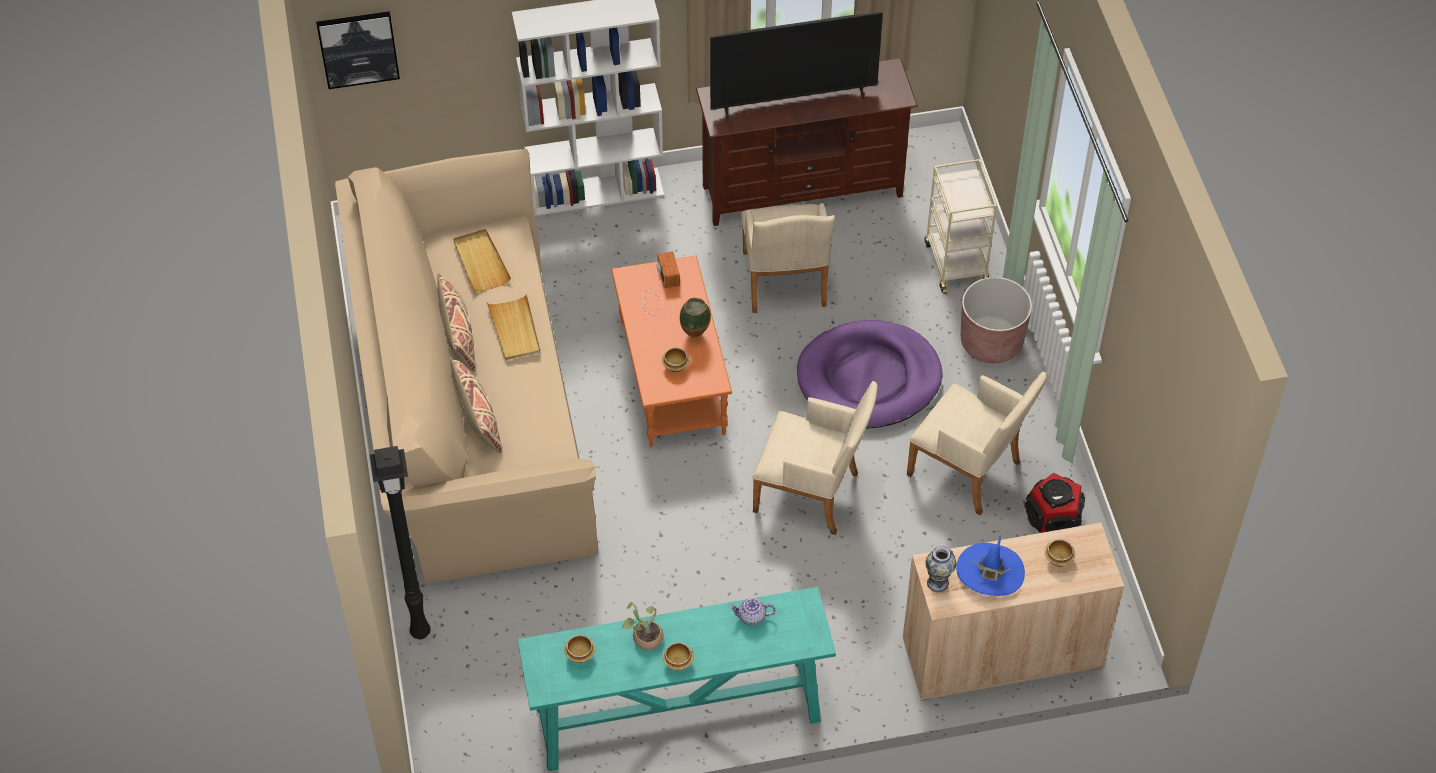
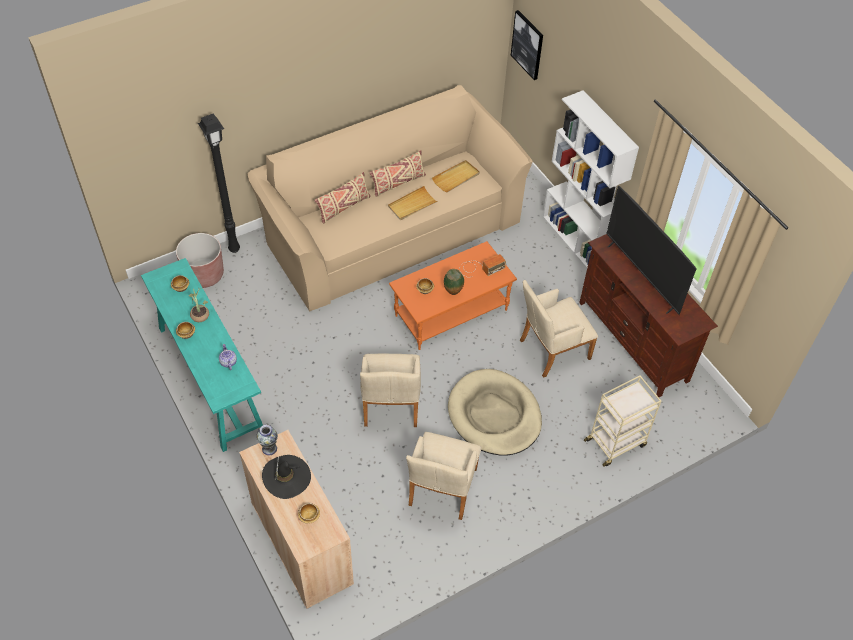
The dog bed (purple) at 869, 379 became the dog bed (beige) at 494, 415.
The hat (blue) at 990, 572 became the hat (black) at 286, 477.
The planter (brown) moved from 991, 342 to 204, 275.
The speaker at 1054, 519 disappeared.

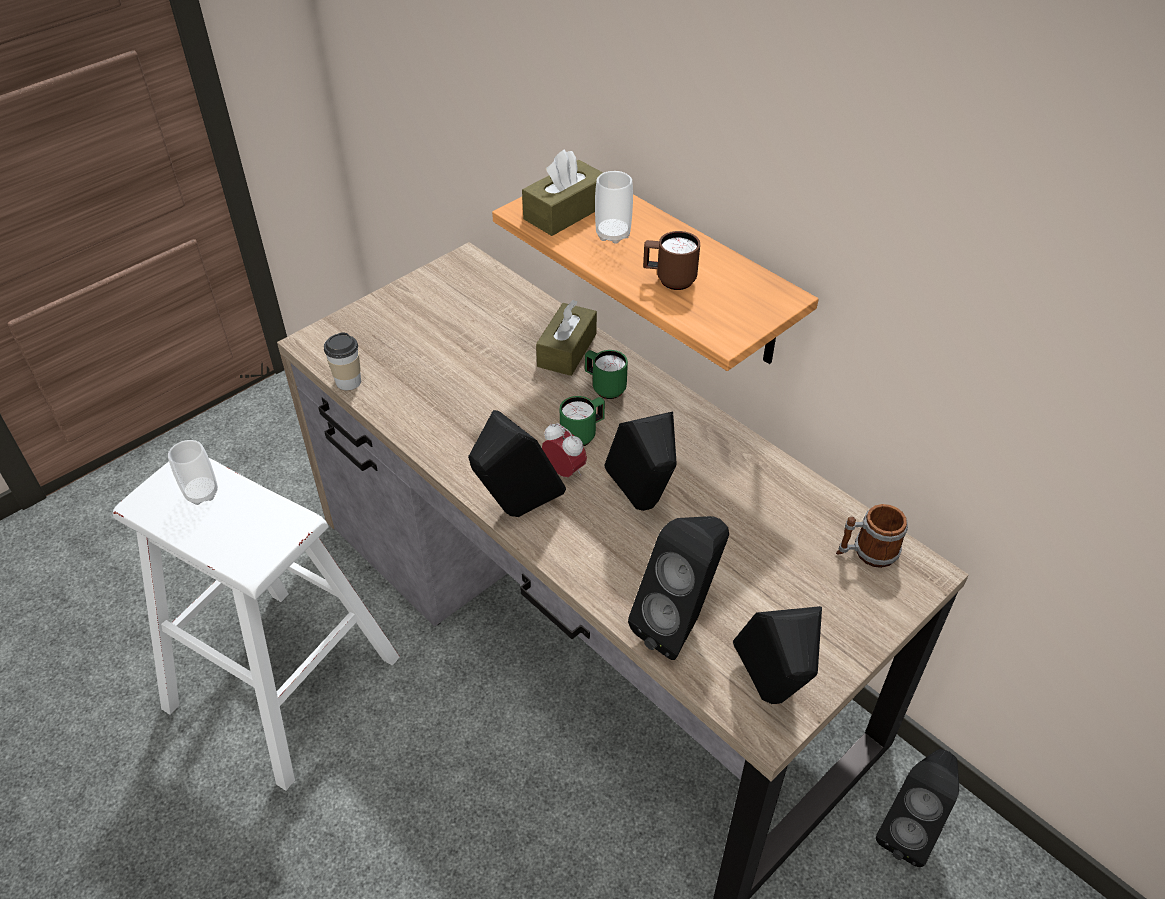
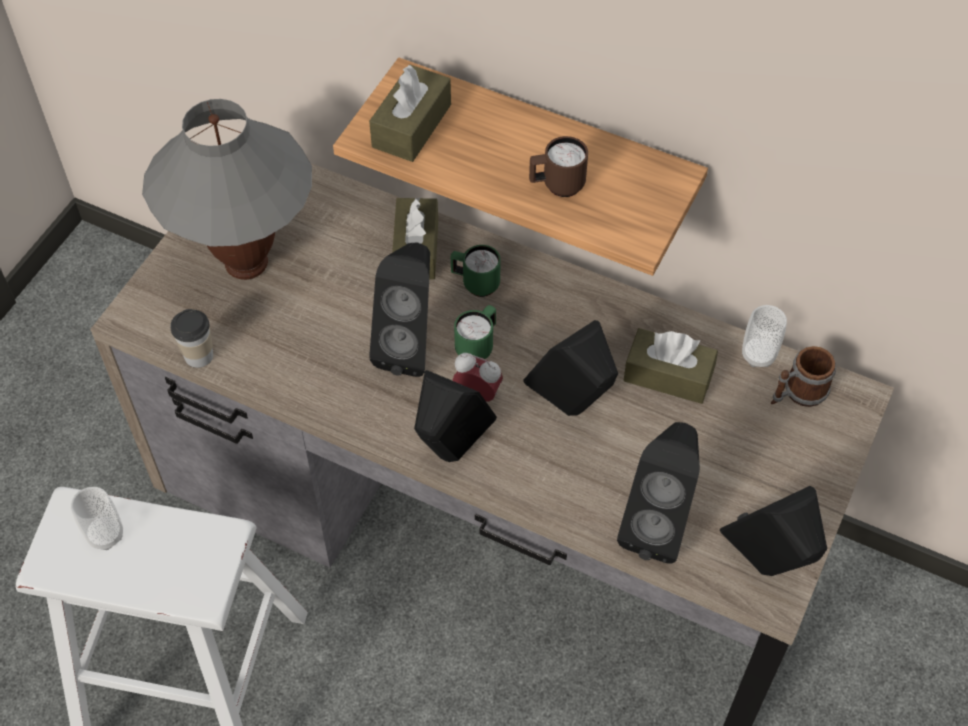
The cup moved from 613, 234 to 758, 355.
The speaker (black) moved from 909, 829 to 410, 345.
The table lamp (grey) at 247, 264 appeared.
The tissue box (brown) at 668, 375 appeared.

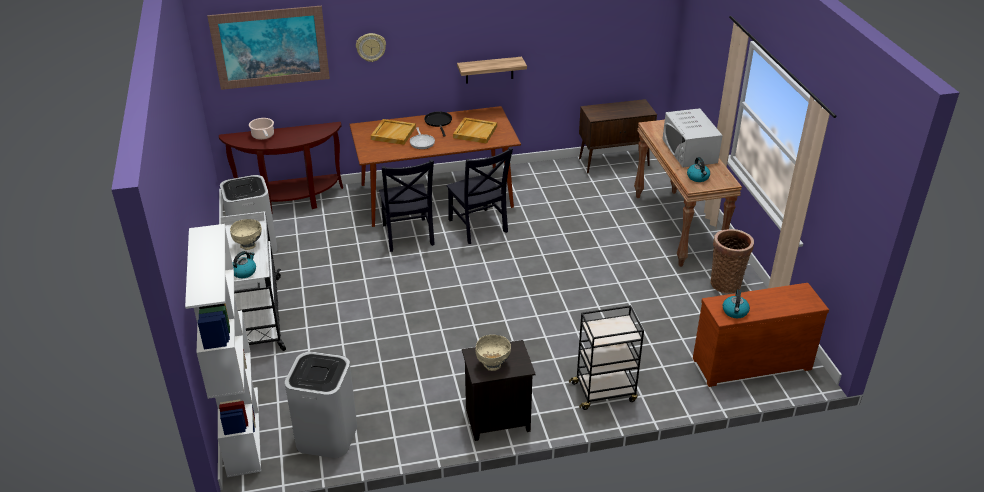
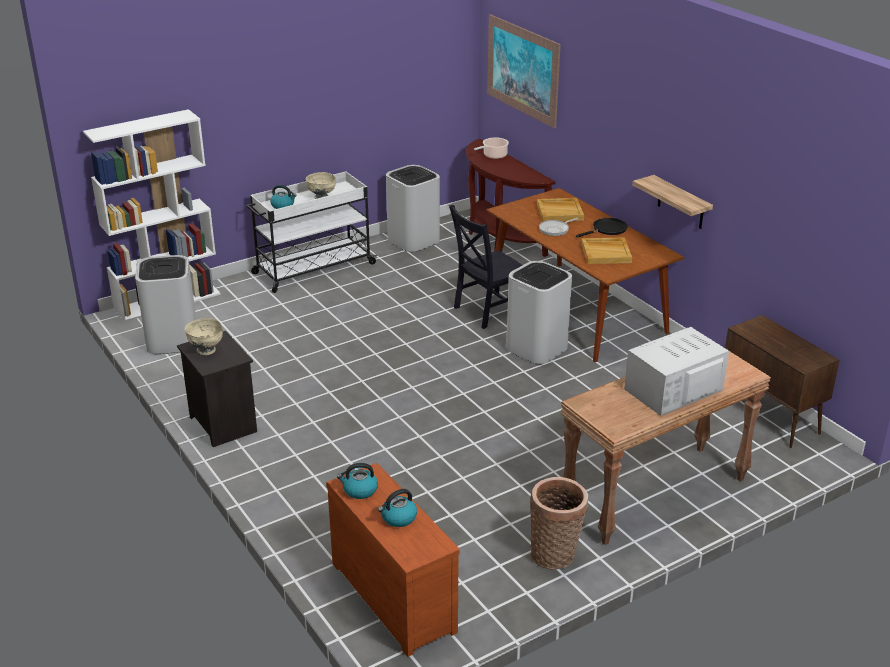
The wall clock at 371, 47 disappeared.
The chair (black) at 478, 227 was replaced by the trash can (white) at 536, 348.
The cart (black) at 604, 392 disappeared.
The kettle moved from 698, 177 to 398, 518.

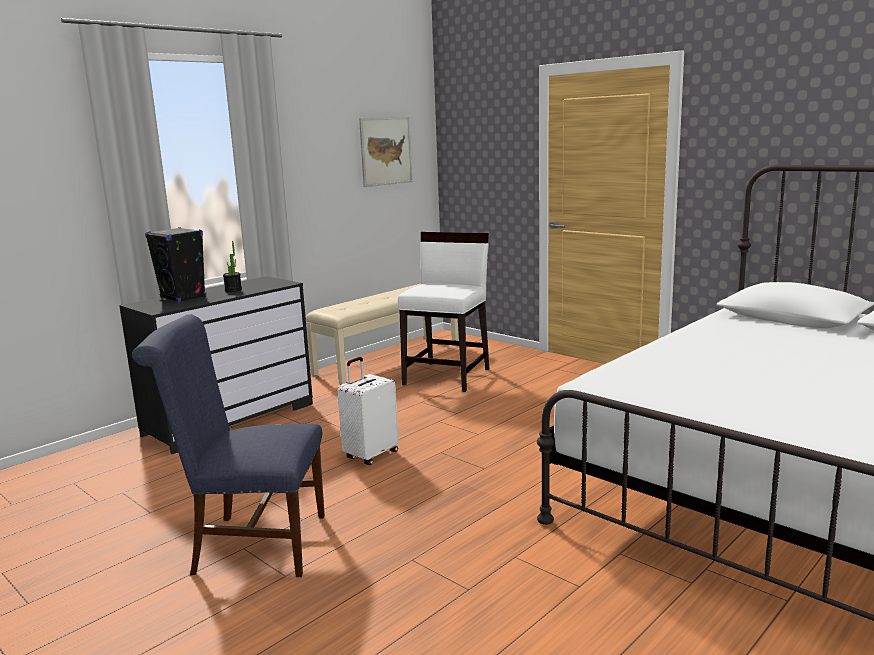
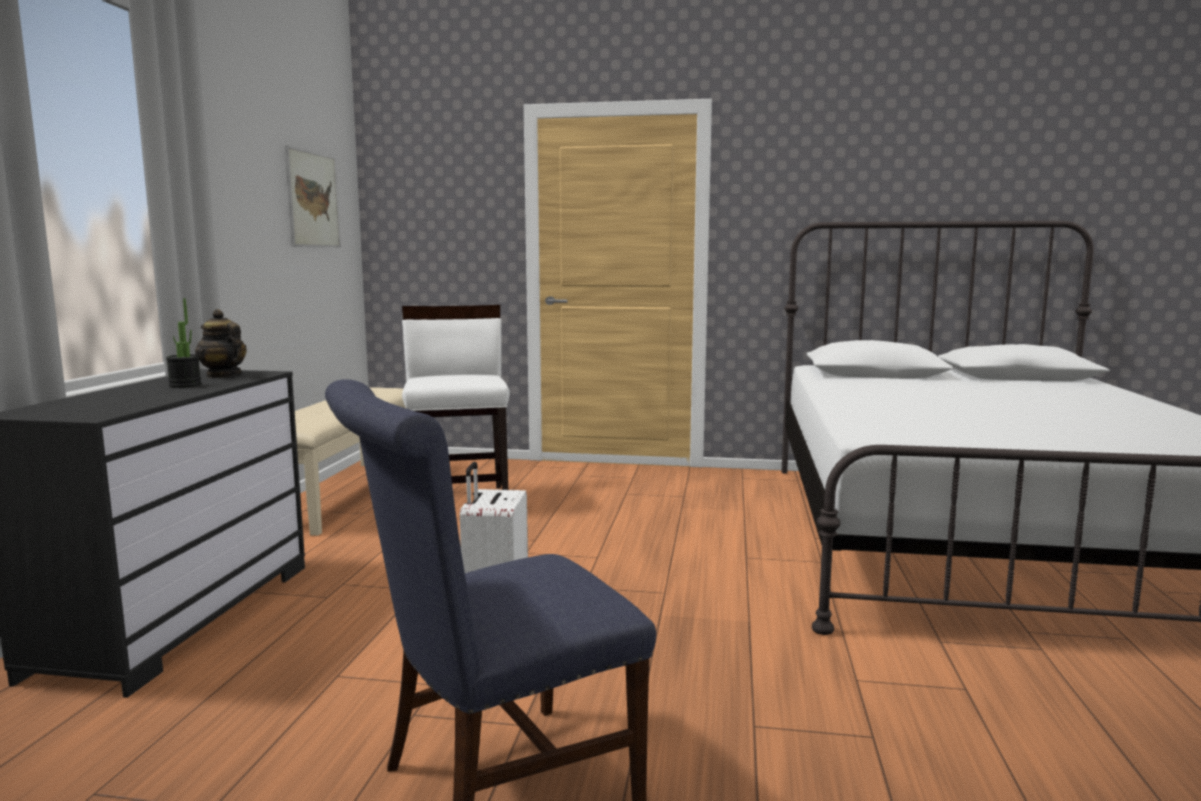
The speaker (black) at 183, 298 disappeared.
The teapot at 223, 375 appeared.

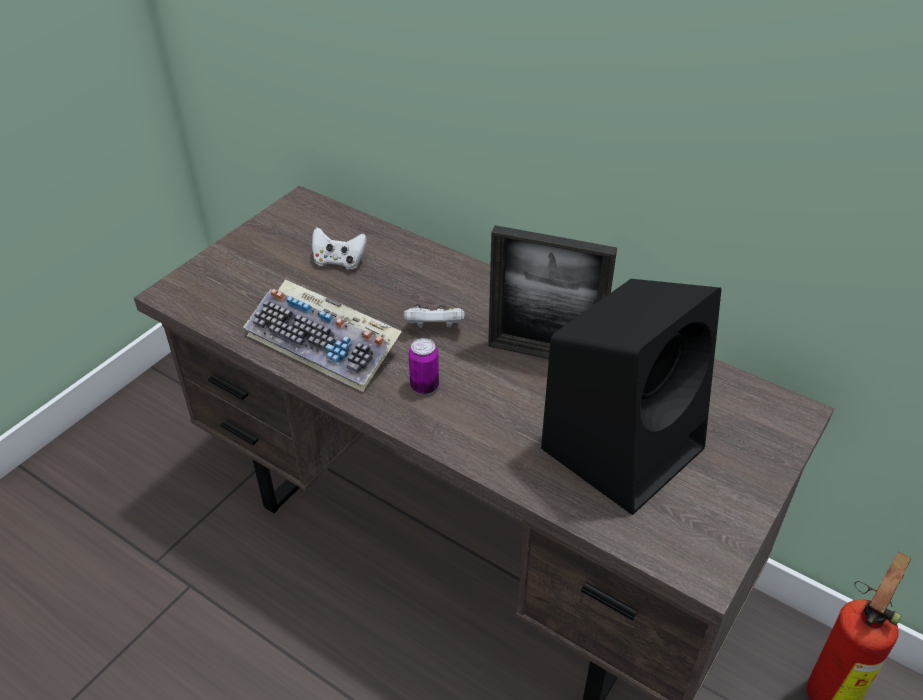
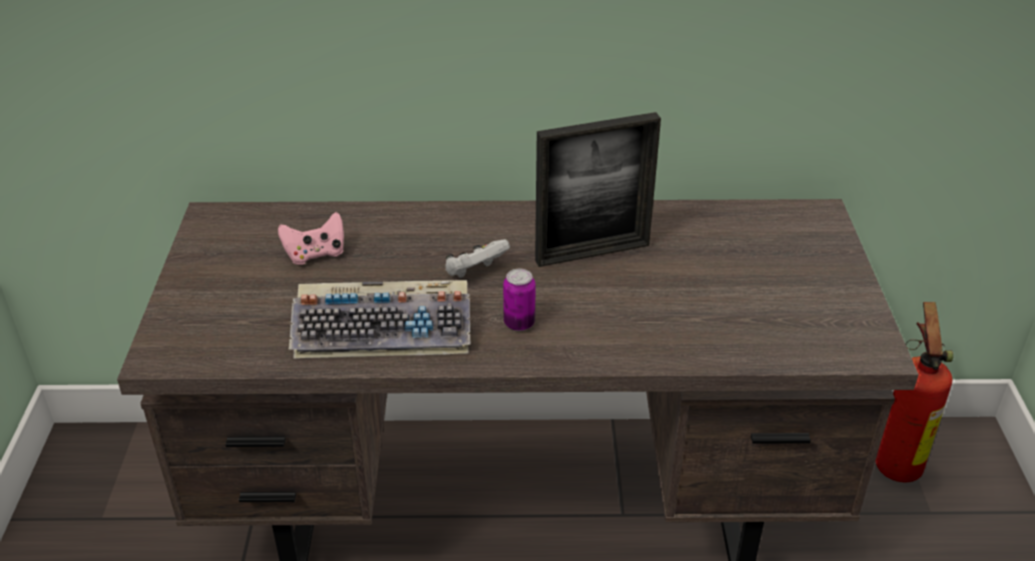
The game controller (white) at 339, 261 became the game controller (pink) at 315, 254.
The speaker (black) at 624, 445 disappeared.

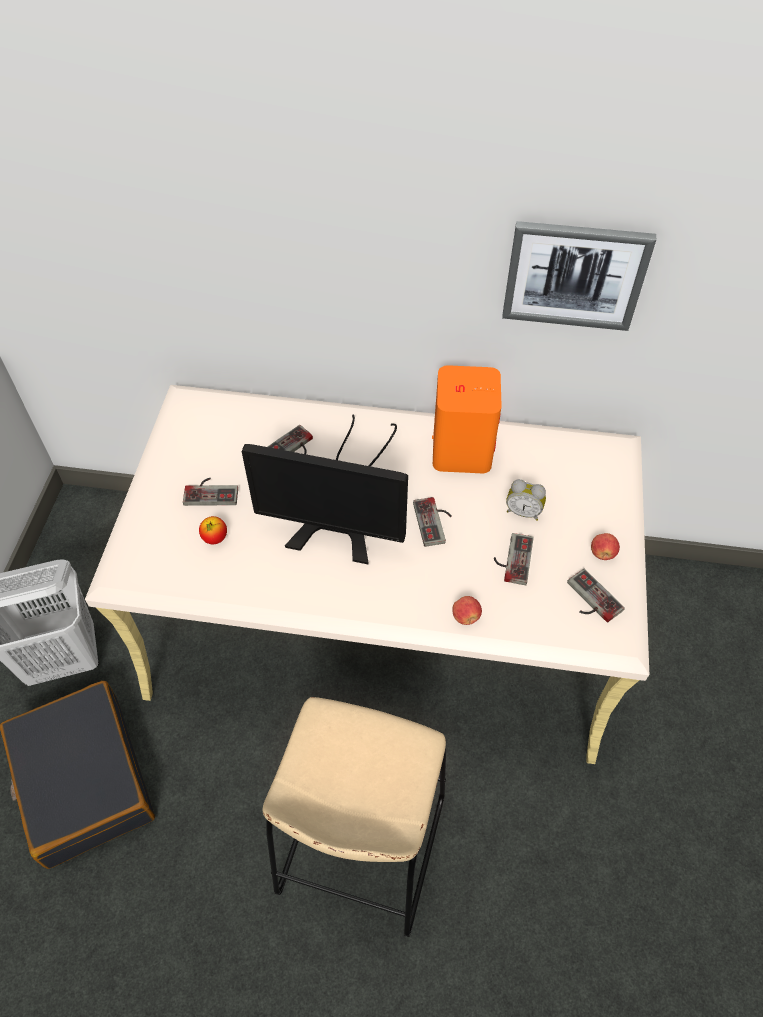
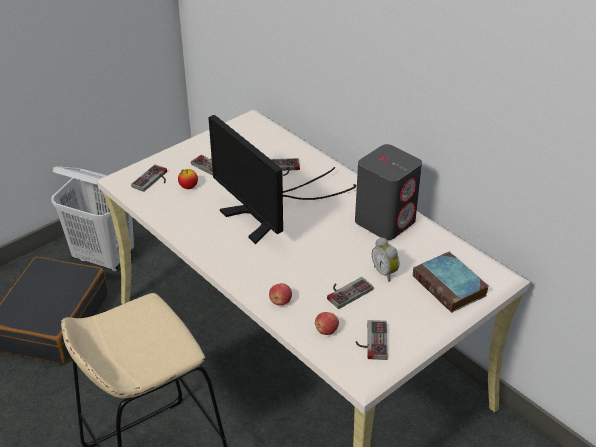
The game controller moved from 435, 522 to 153, 180.
The speaker (orange) at 462, 450 became the speaker (grey) at 385, 221.
The picture at 574, 275 disappeared.
The apple moved from 602, 553 to 326, 330.
The book at 450, 286 appeared.

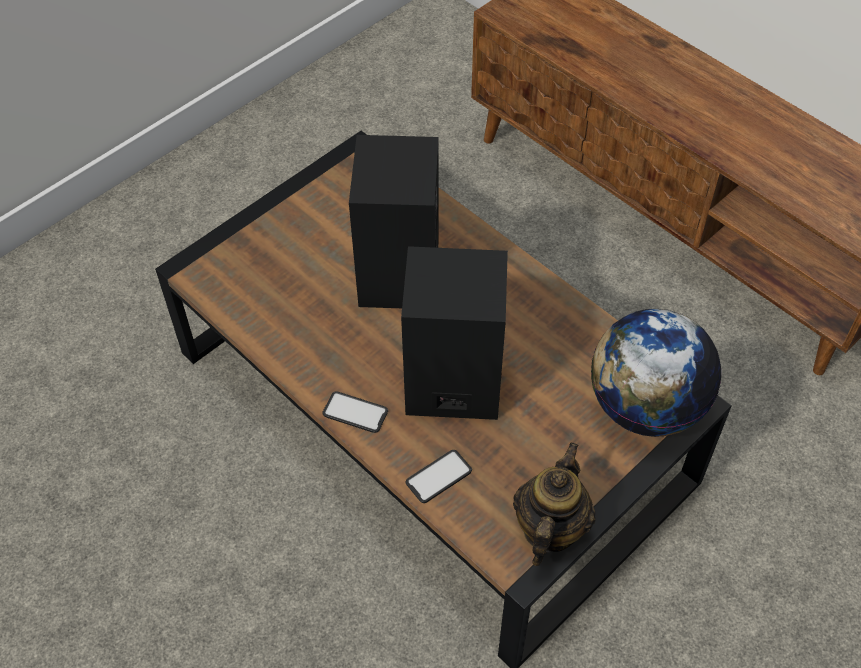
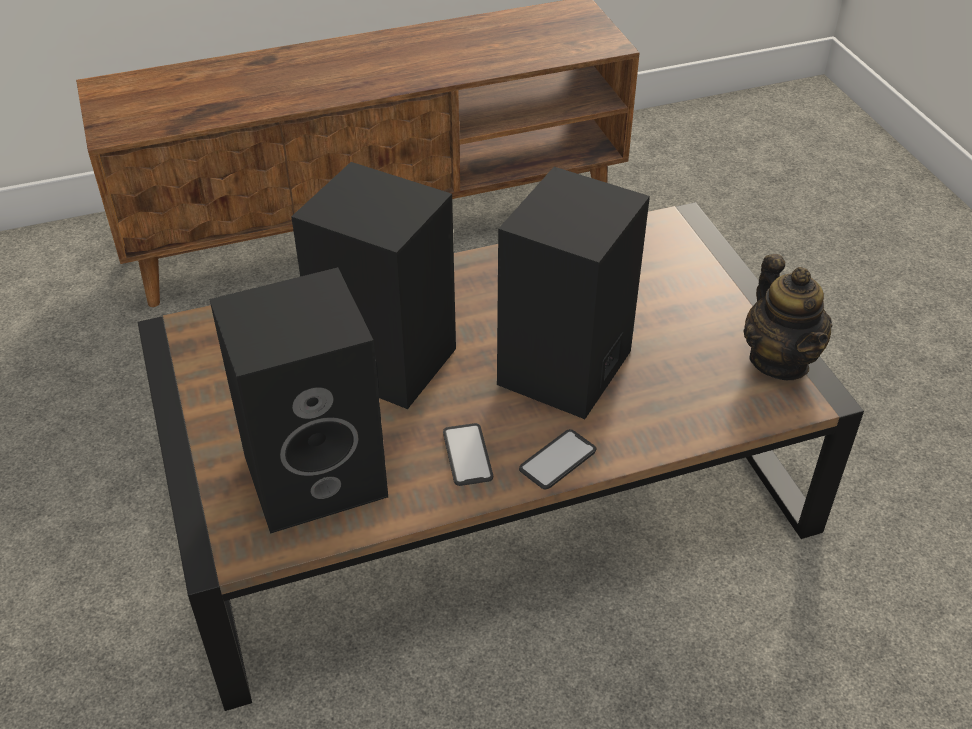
The phone moved from 438, 477 to 467, 455.
The teapot at 549, 528 turned 150 degrees counterclockwise.
The globe at 645, 406 disappeared.
The speaker (black) at 317, 473 appeared.

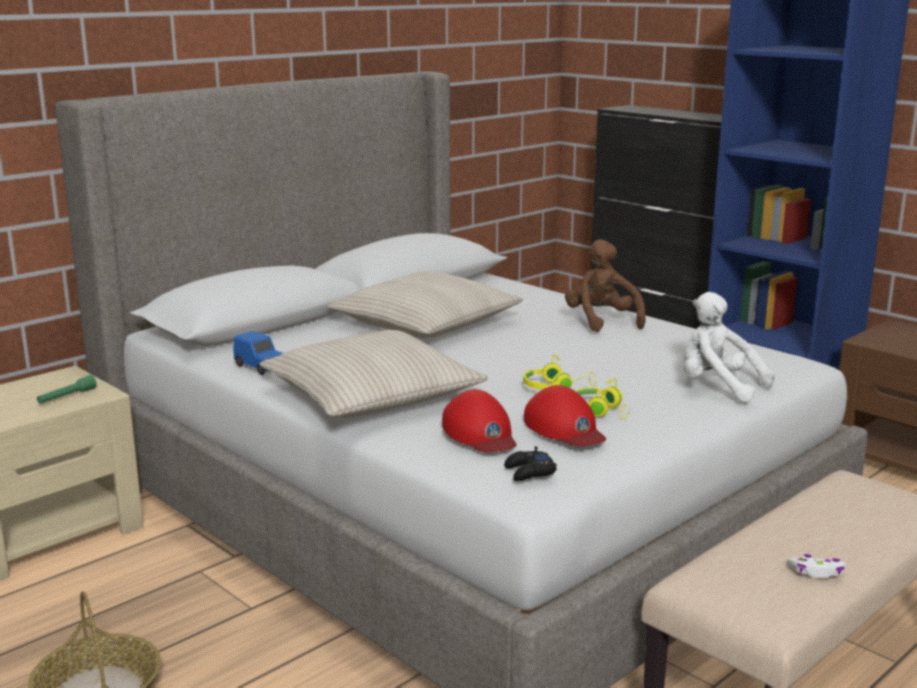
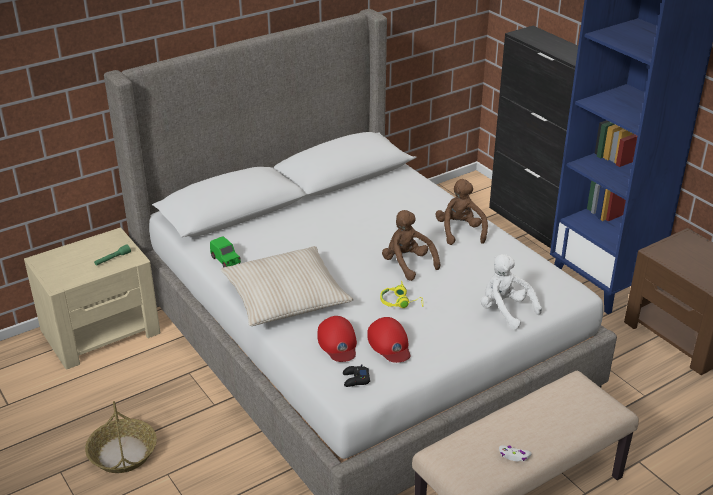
The toy car (blue) at 260, 367 became the toy car (green) at 225, 260.
The pillow (beige) at 425, 324 disappeared.
The headphones (yellow) at 601, 411 disappeared.
The plush toy (brown) at 407, 264 appeared.

